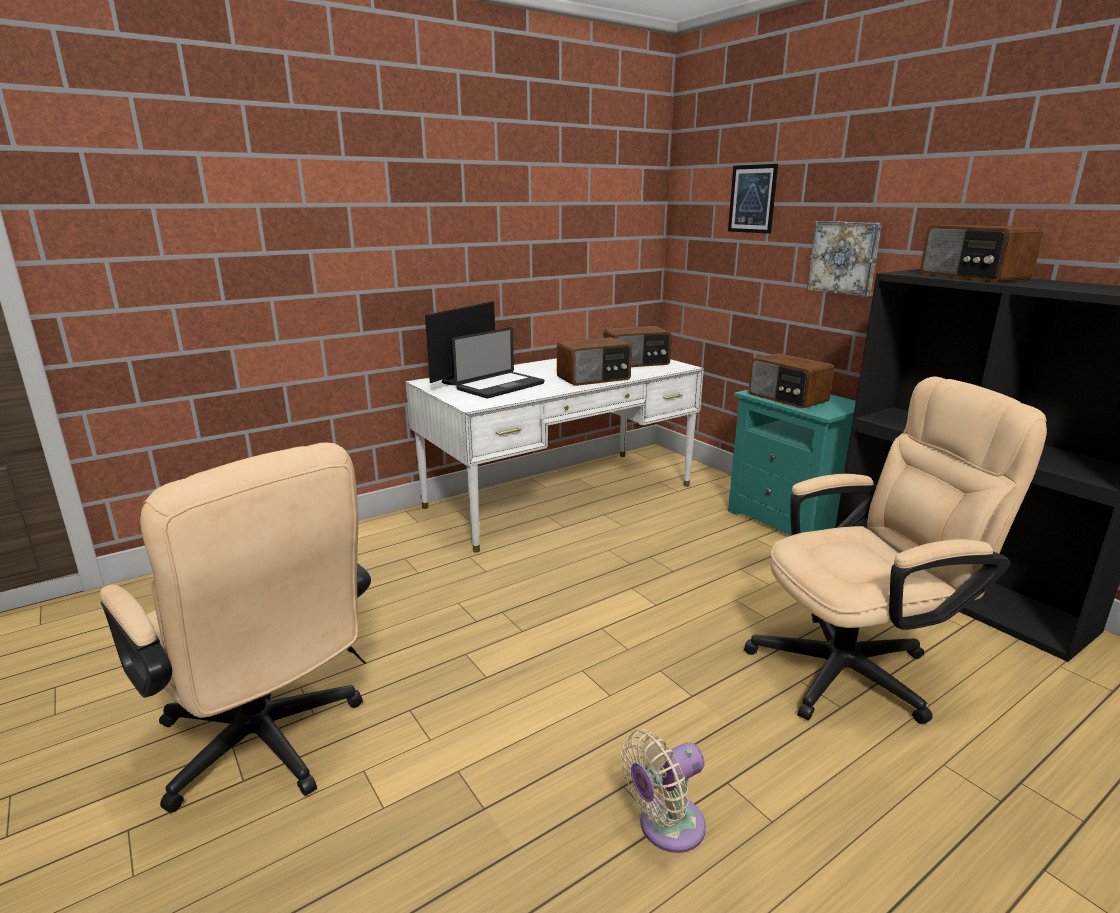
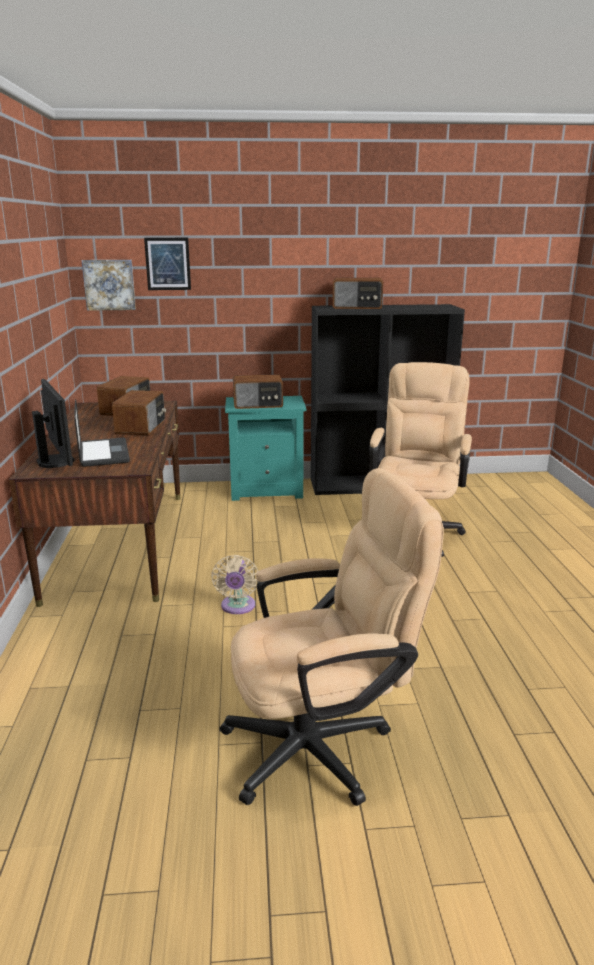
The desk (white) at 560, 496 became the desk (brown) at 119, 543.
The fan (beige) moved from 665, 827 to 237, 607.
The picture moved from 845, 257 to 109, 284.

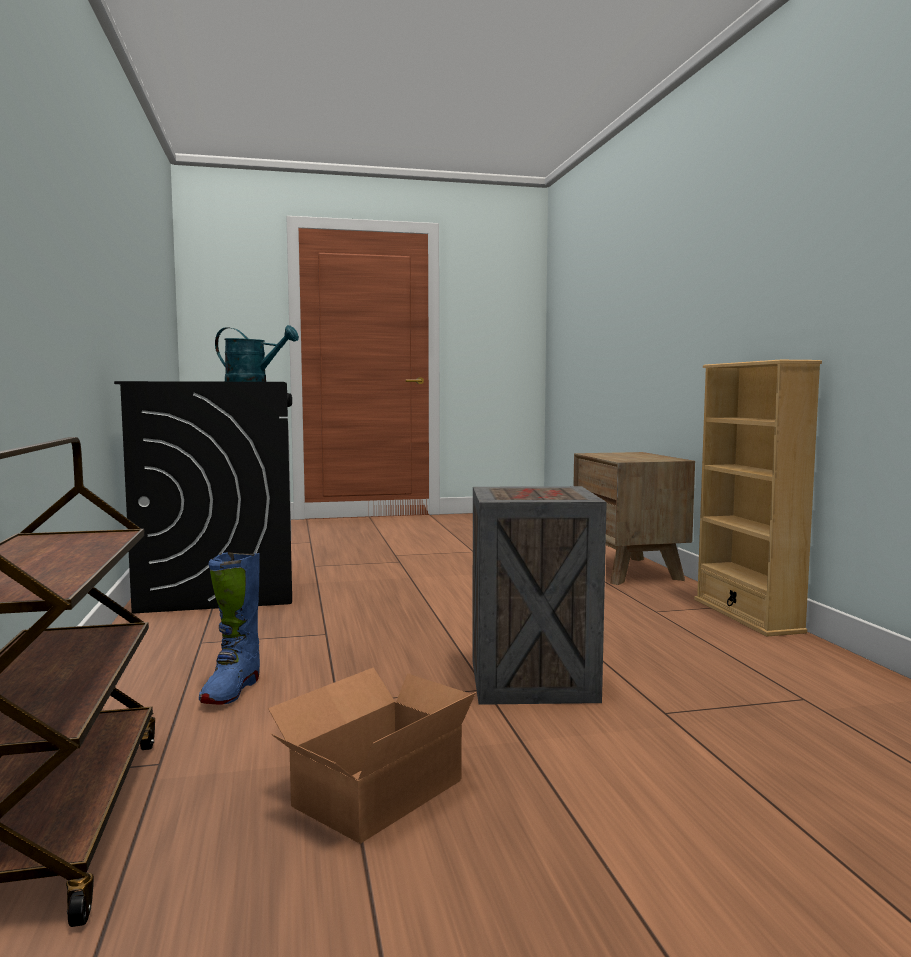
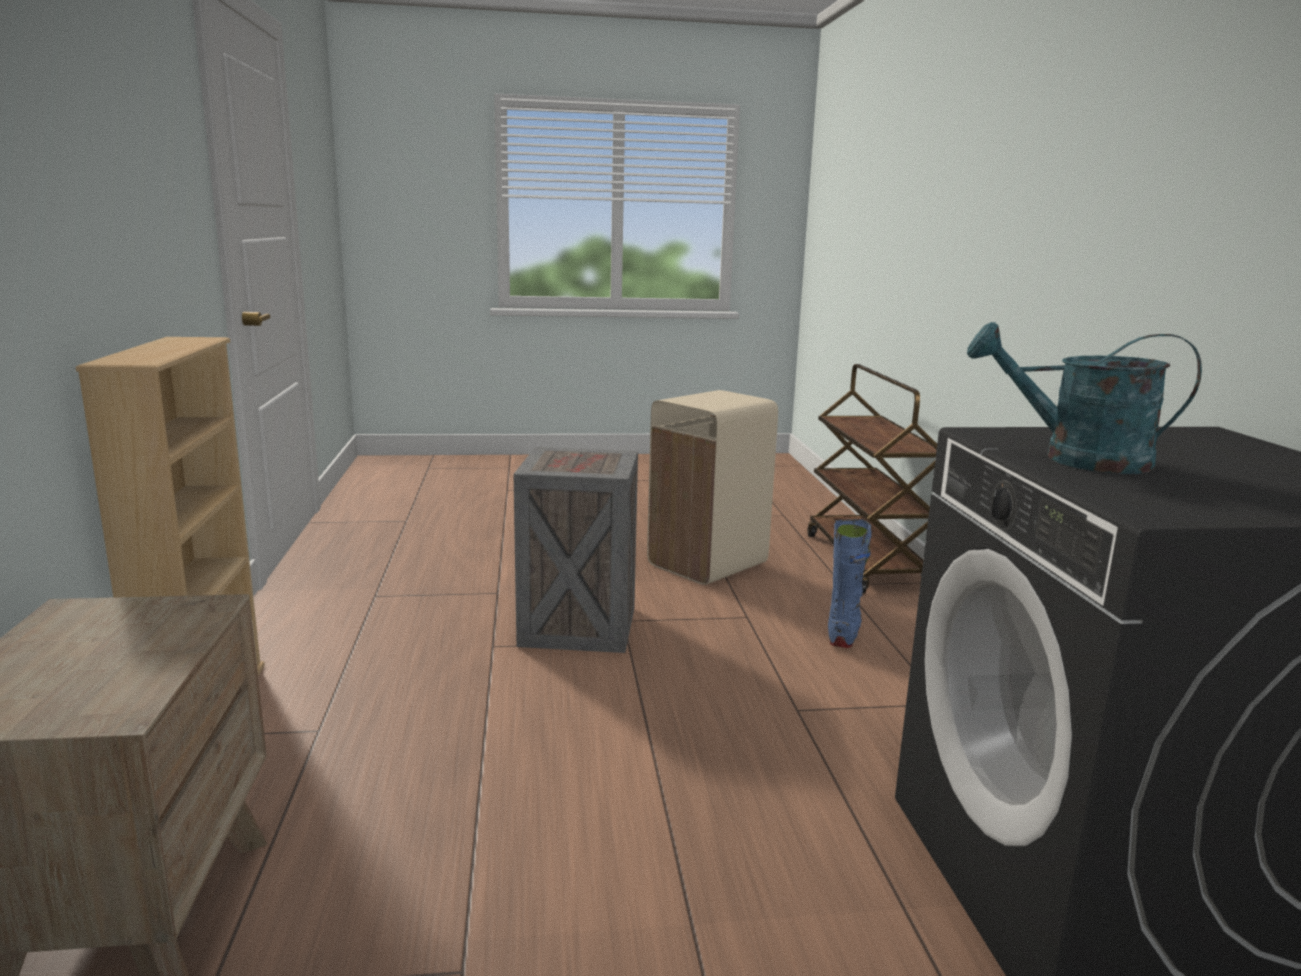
The cardboard box at 371, 792 was replaced by the trash can (beige) at 708, 564.

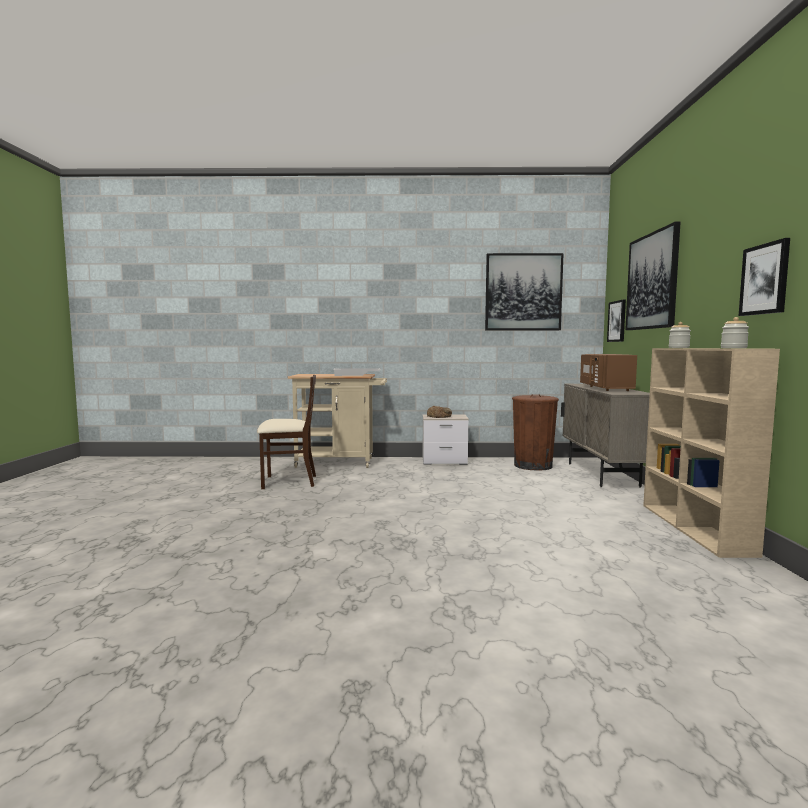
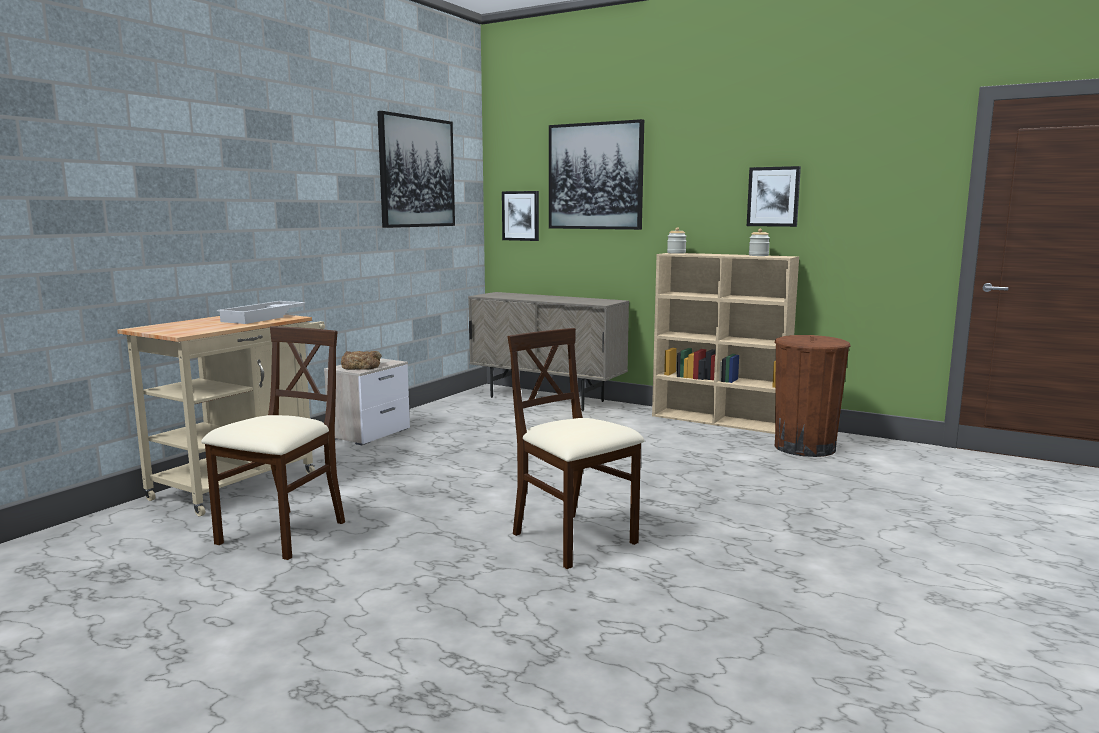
The trash can (brown) moved from 533, 466 to 804, 447.
The microwave (brown) at 605, 388 disappeared.
The chair (beige) at 574, 540 appeared.

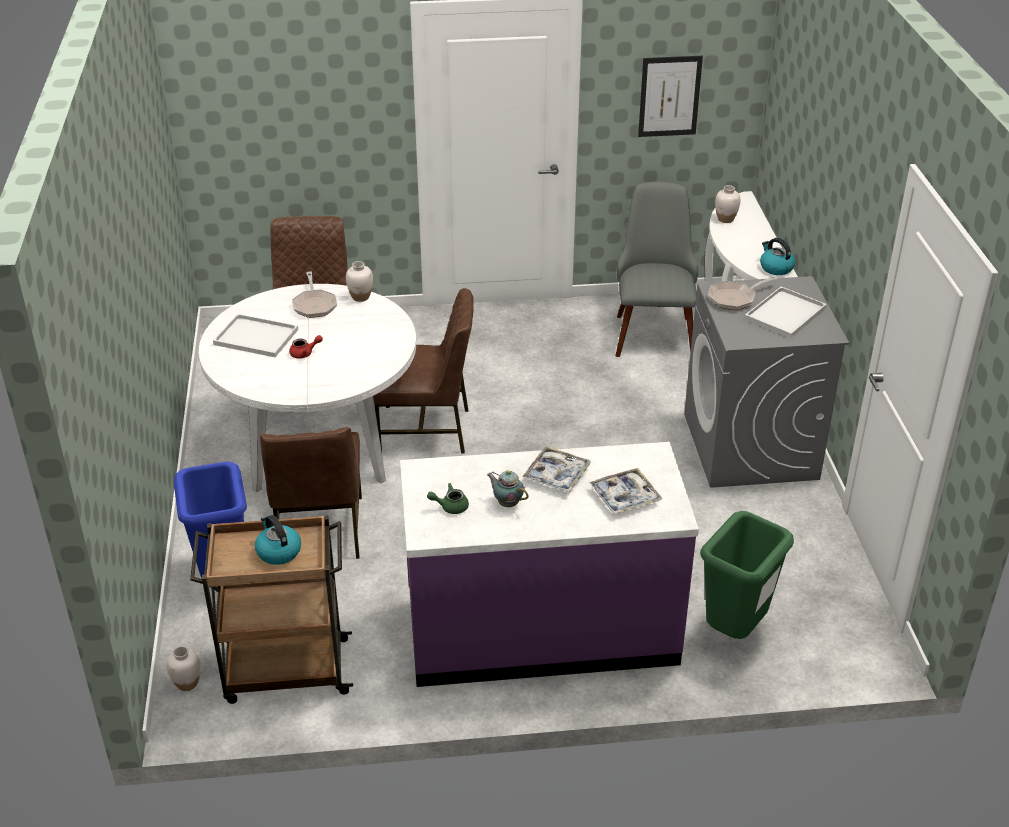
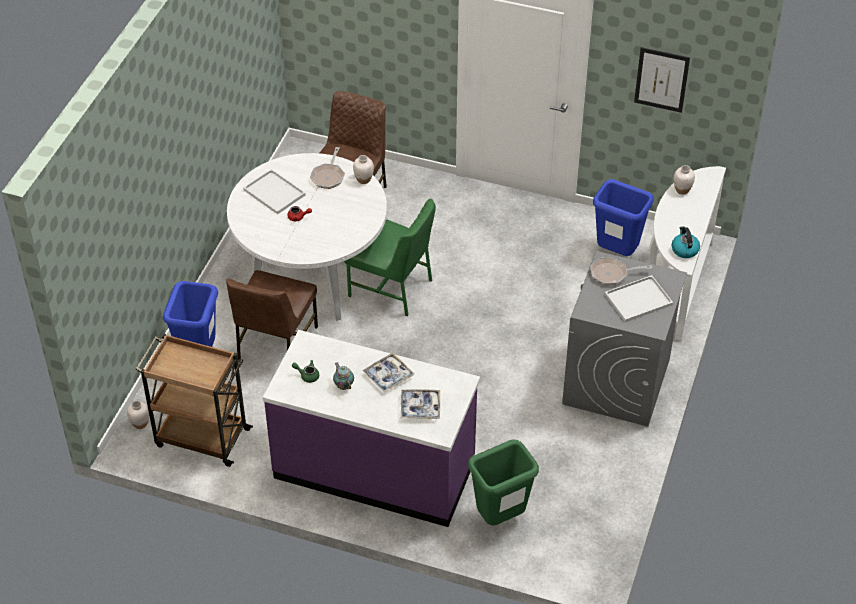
The kettle at 278, 551 disappeared.
The chair (brown) at 426, 430 became the chair (green) at 392, 288.
The chair (grey) at 653, 329 was replaced by the trash can (blue) at 617, 253.

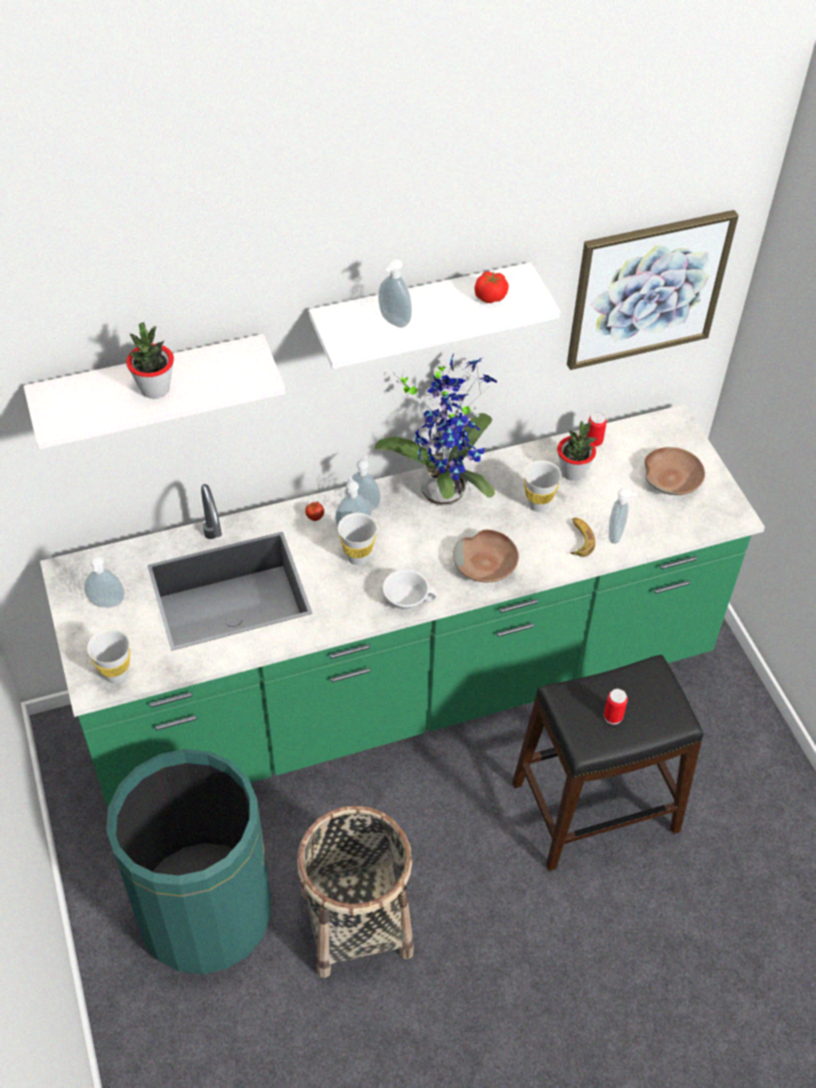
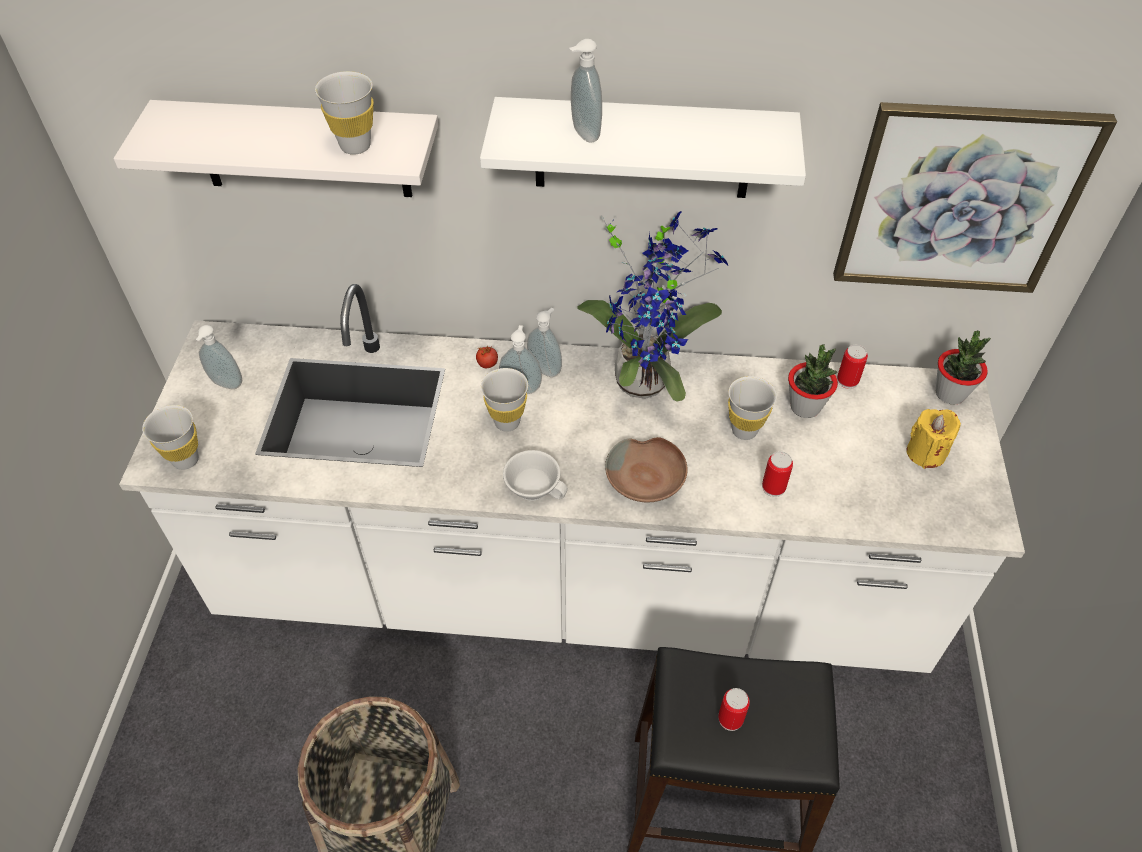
The counter (green) at 404, 691 became the counter (white) at 571, 589.
The trash can (green) at 205, 912 disappeared.
The potted plant moved from 155, 389 to 950, 394.
The tomato at 490, 297 disappeared.
The banana at 579, 539 was replaced by the can at 773, 487.
The soap dispenser at 616, 535 disappeared.
The bowl (brown) at 672, 478 was replaced by the candle (yellow) at 925, 453.
The cup (white) at 355, 146 appeared.

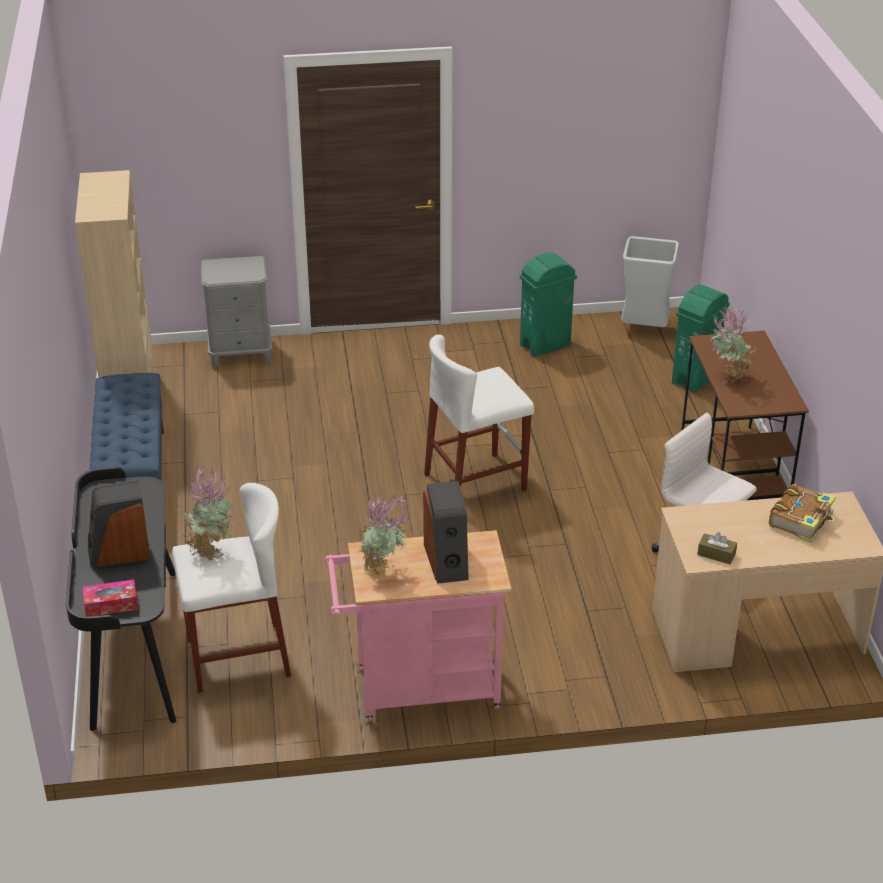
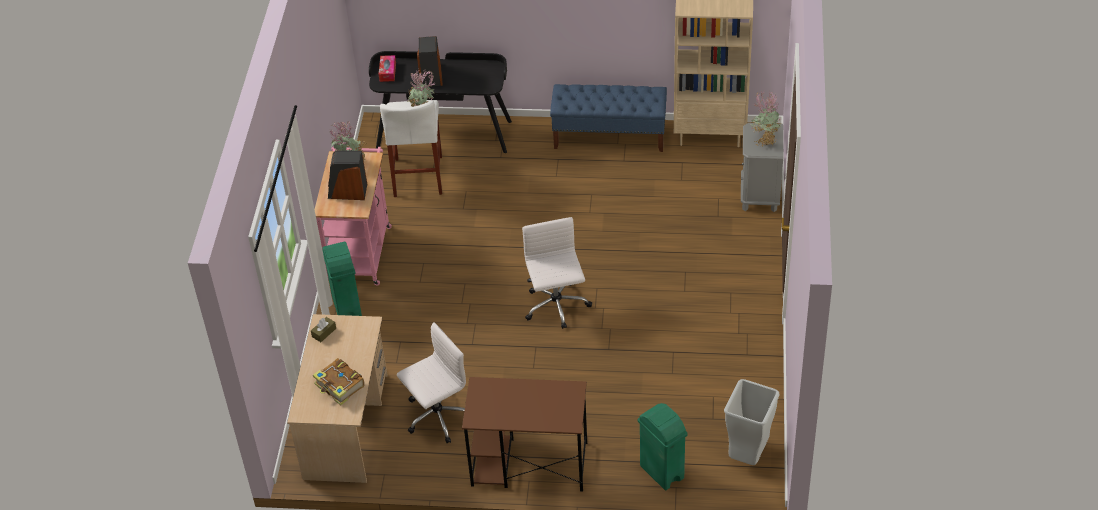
The stool (white) at 475, 482 was replaced by the office chair (white) at 556, 306.
The trash can (green) moved from 545, 345 to 347, 308.
The potted plant moved from 729, 377 to 765, 139.

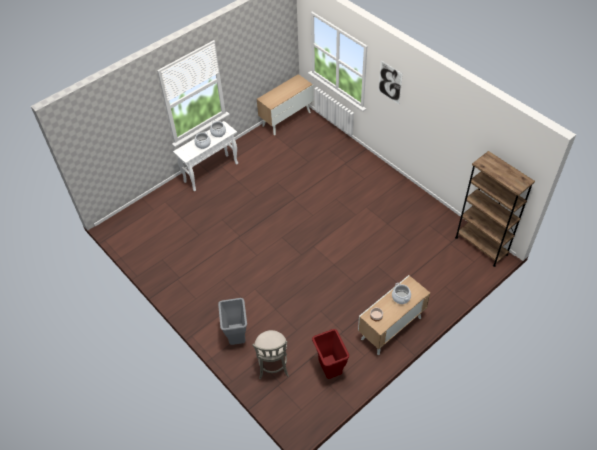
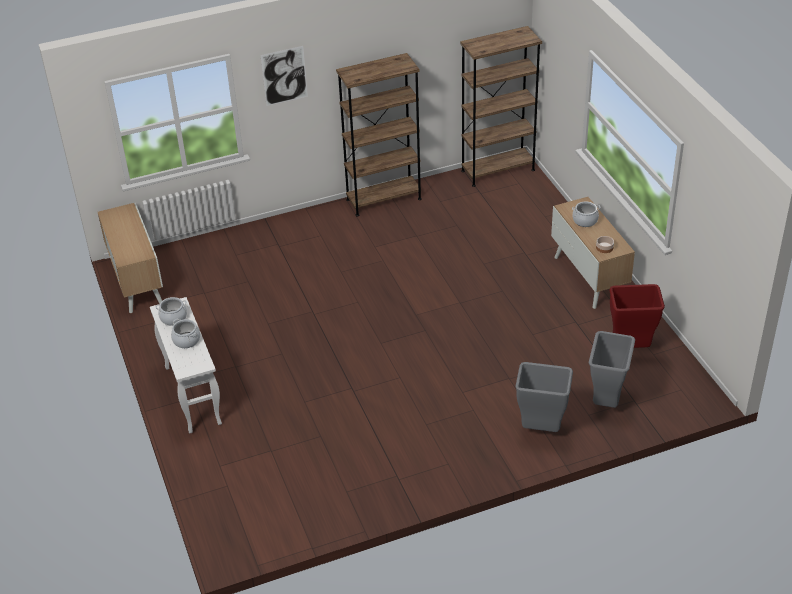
The stool (grey) at 273, 368 was replaced by the trash can (grey) at 607, 402.
The bookcase (brown) at 383, 199 appeared.

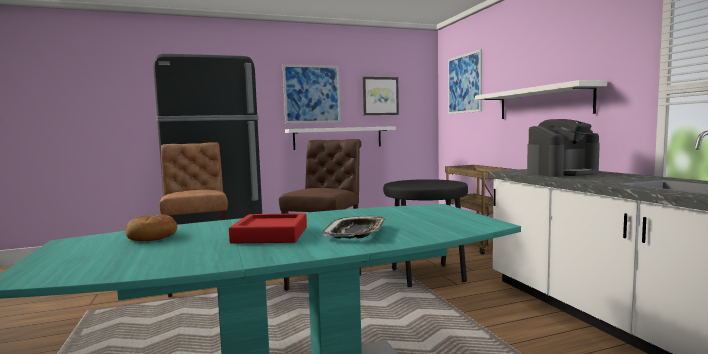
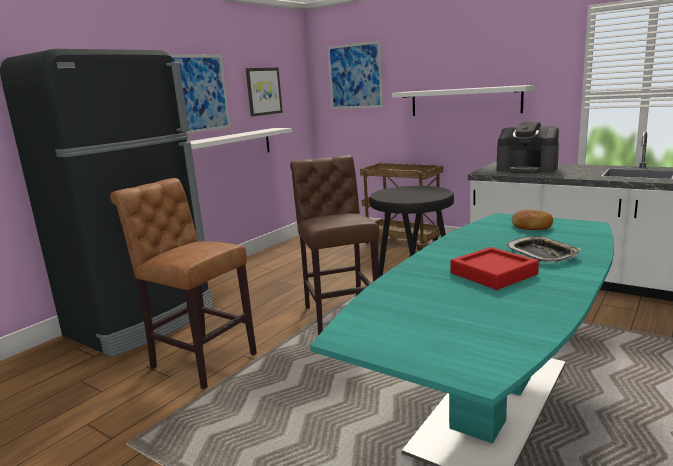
The bread moved from 152, 237 to 532, 227.
The coffee machine at 562, 173 turned 90 degrees clockwise.

